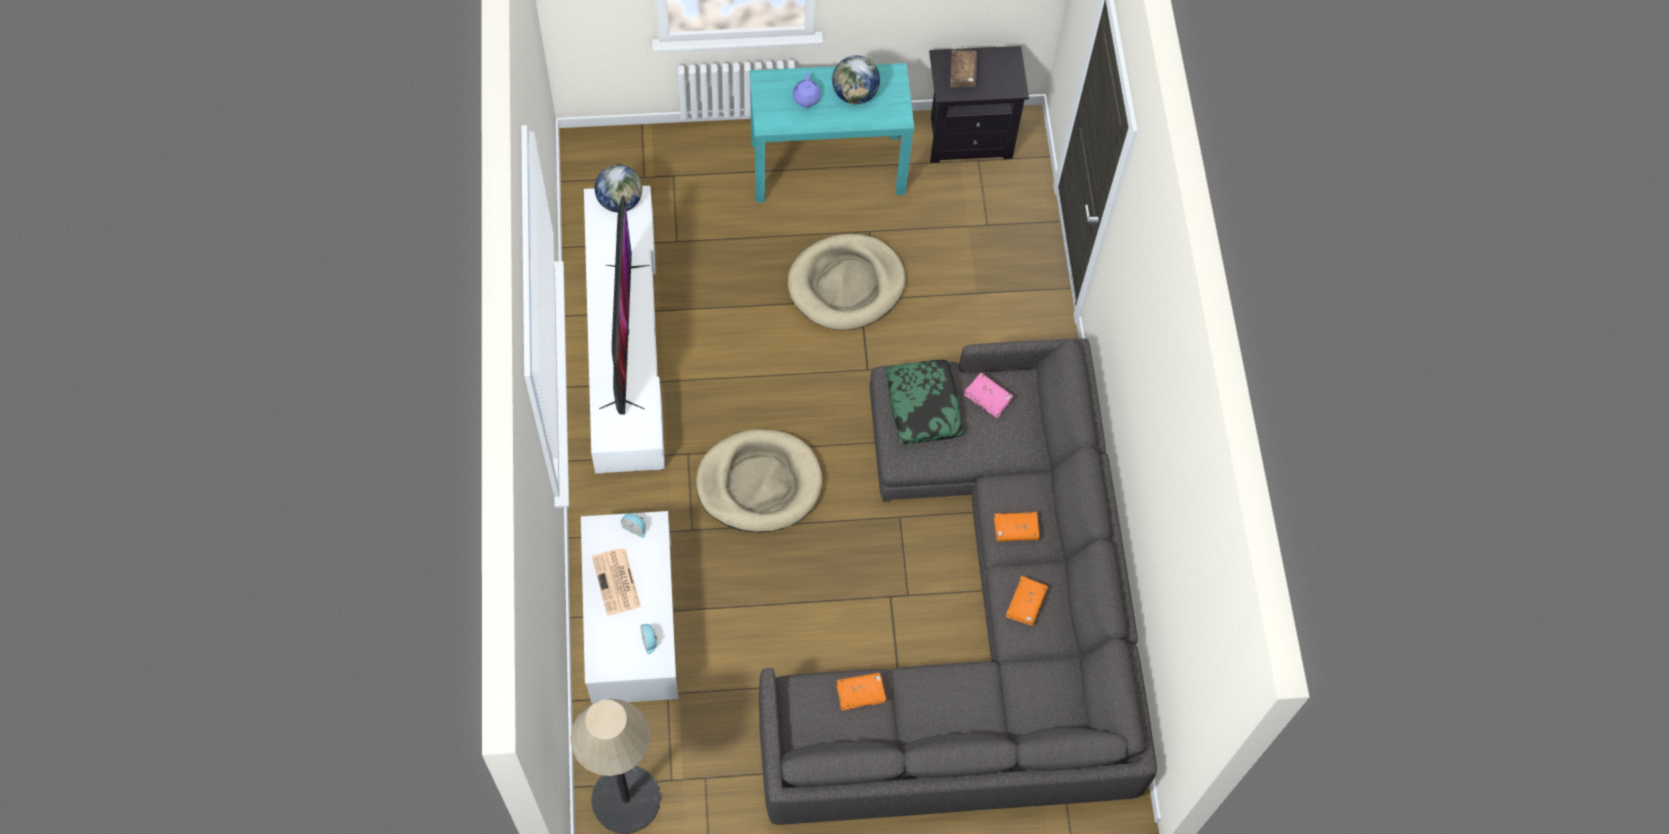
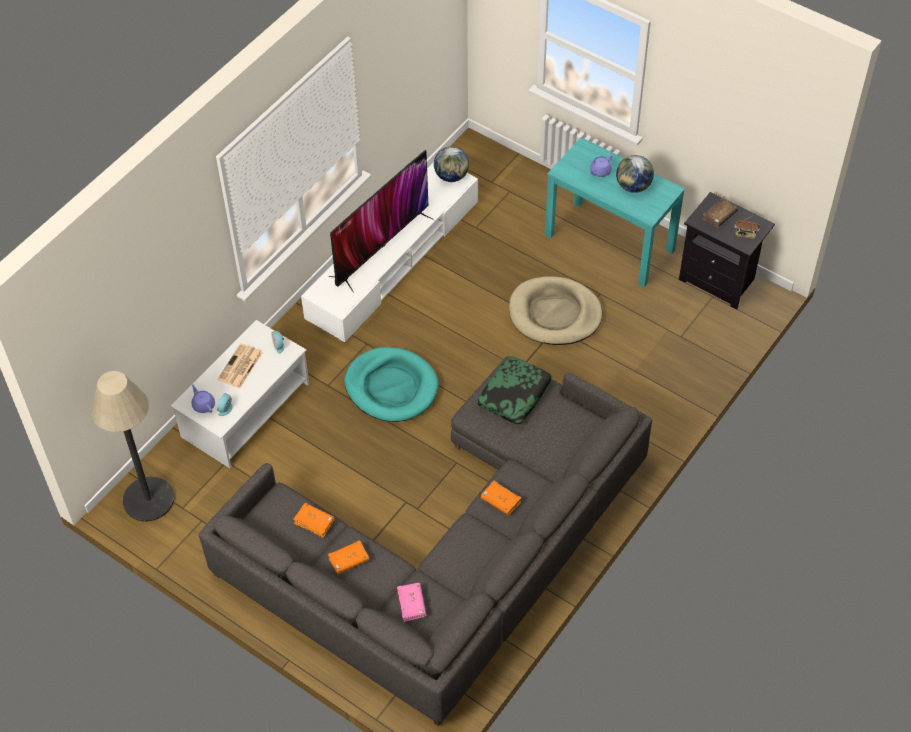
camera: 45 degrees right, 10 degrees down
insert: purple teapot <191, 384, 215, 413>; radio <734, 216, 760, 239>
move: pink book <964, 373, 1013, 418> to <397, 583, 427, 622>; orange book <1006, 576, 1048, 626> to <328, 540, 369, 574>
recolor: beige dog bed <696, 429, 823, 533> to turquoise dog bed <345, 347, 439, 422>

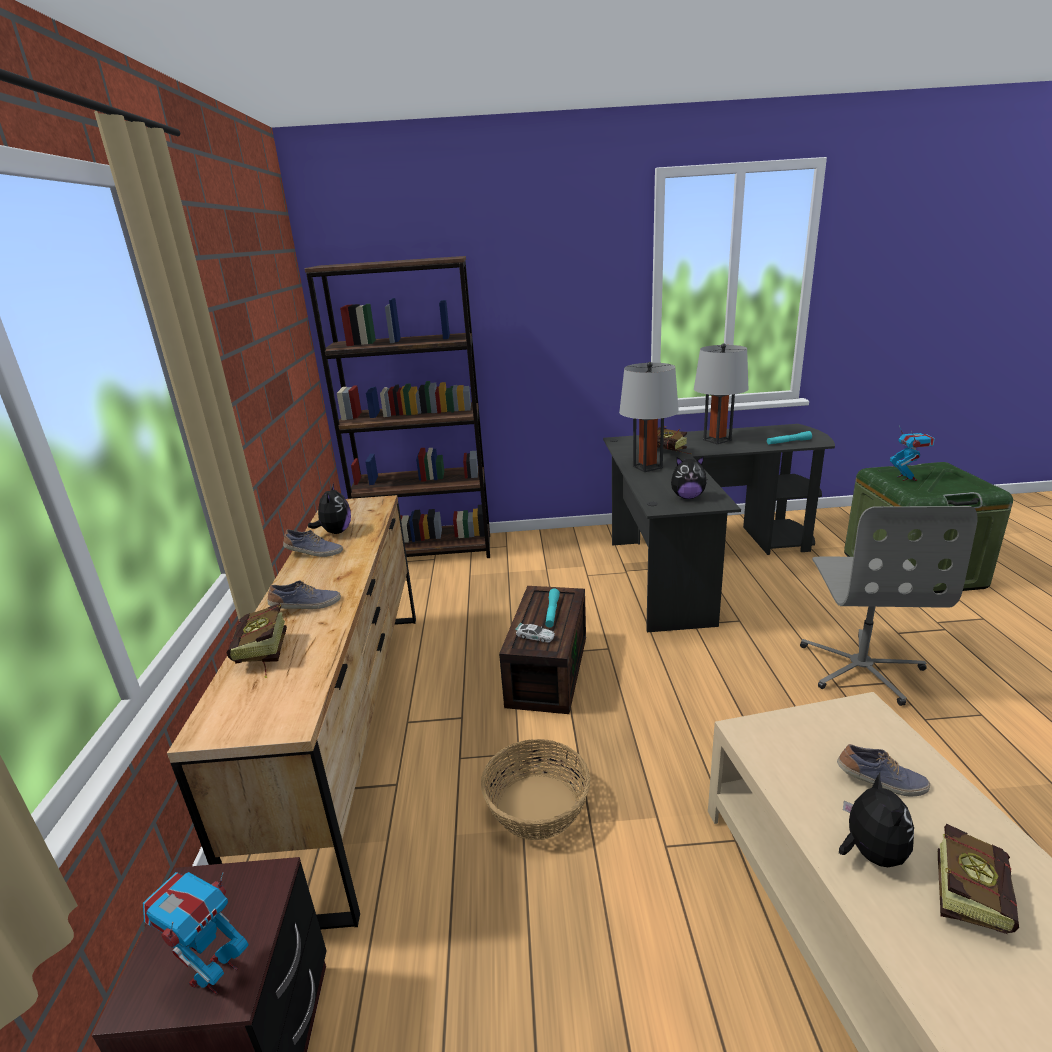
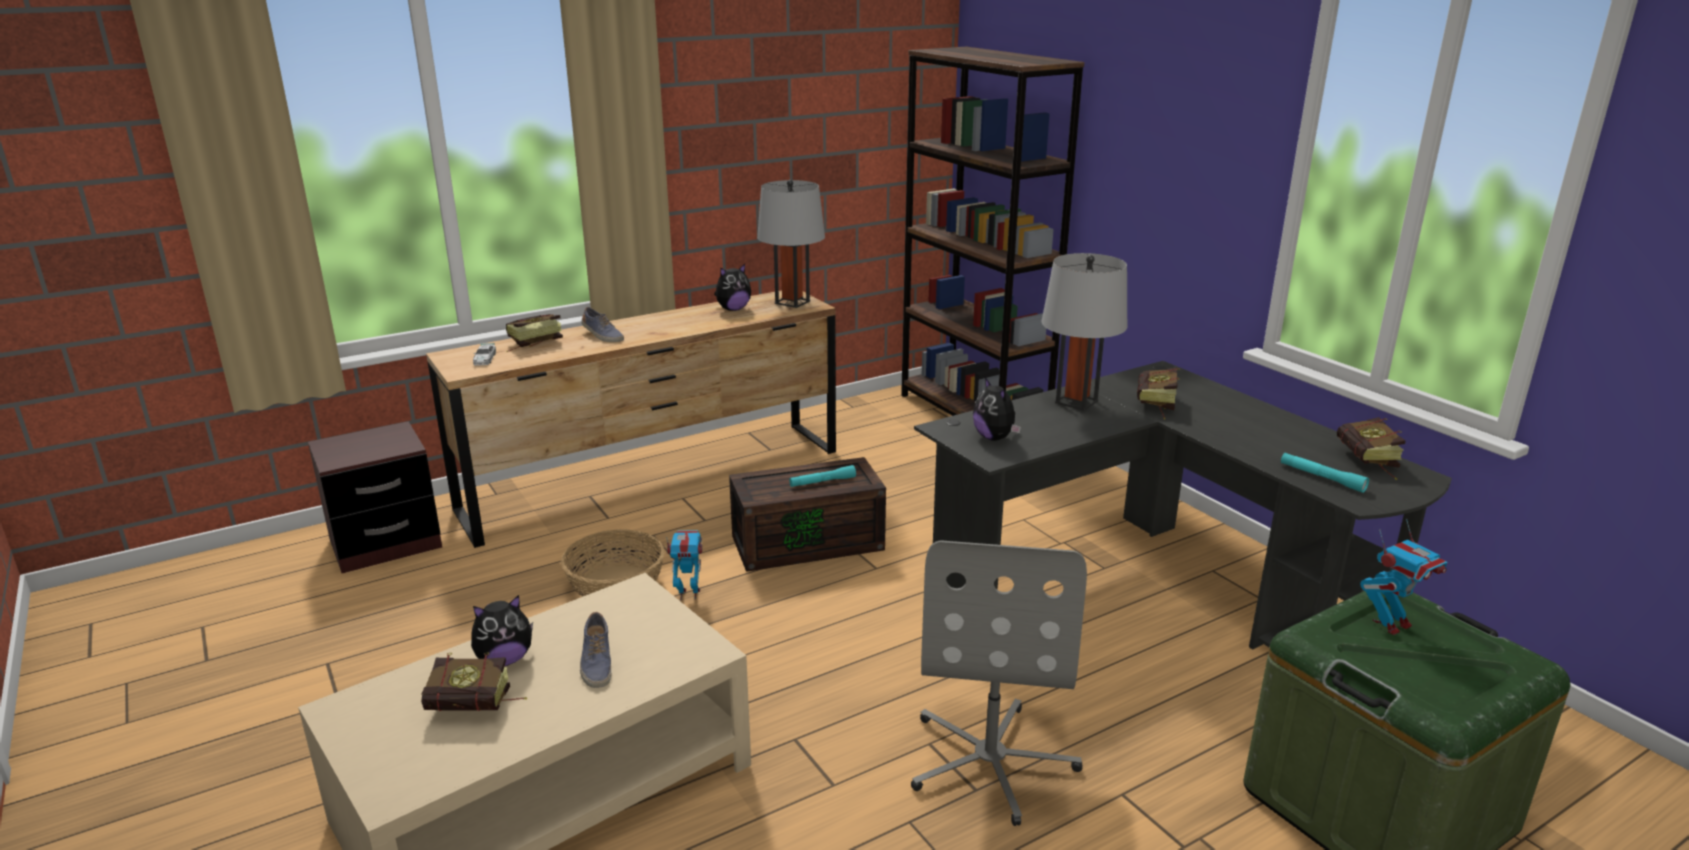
camera: 60 degrees right, 0 degrees up
delete: shoe <283, 529, 343, 557>
insert: book <1337, 417, 1405, 480>
move: toy robot <143, 872, 249, 994> to <666, 530, 702, 600>; toy car <515, 623, 555, 643> to <473, 343, 496, 365>; grey table lamp <694, 343, 749, 444> to <757, 180, 825, 308>
rotate: grey office chair <800, 506, 978, 706> = <911, 540, 1087, 826> 60 degrees counterclockwise

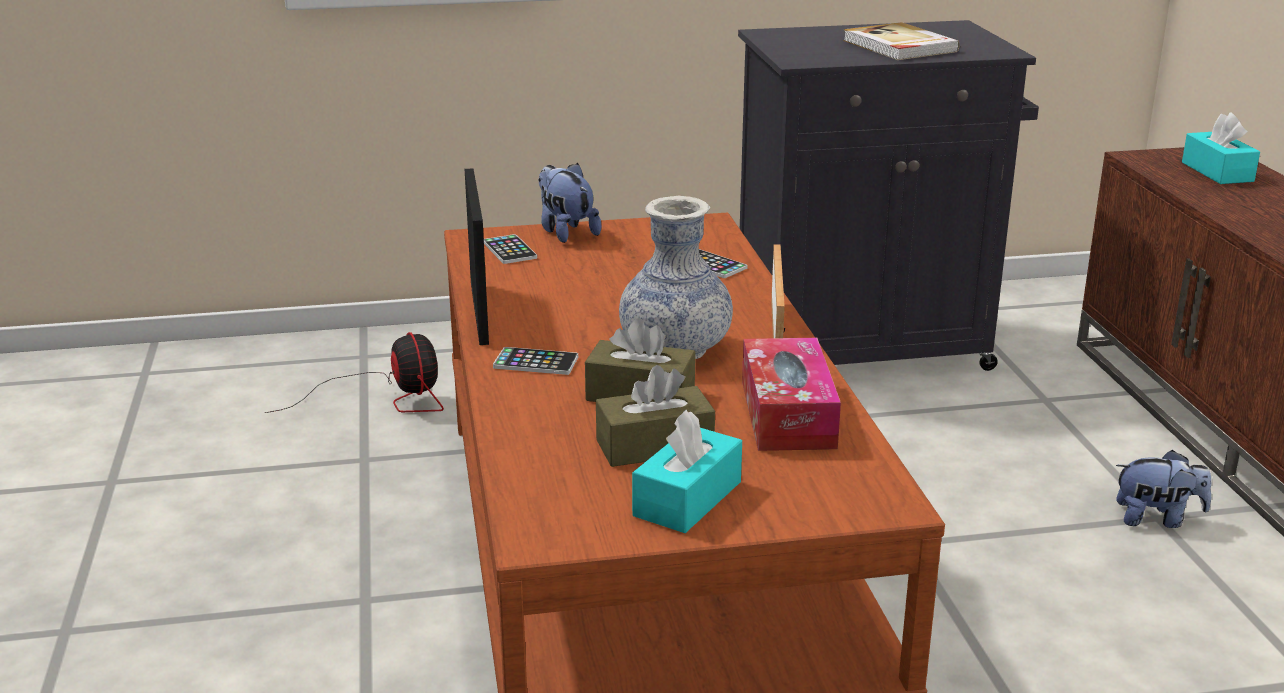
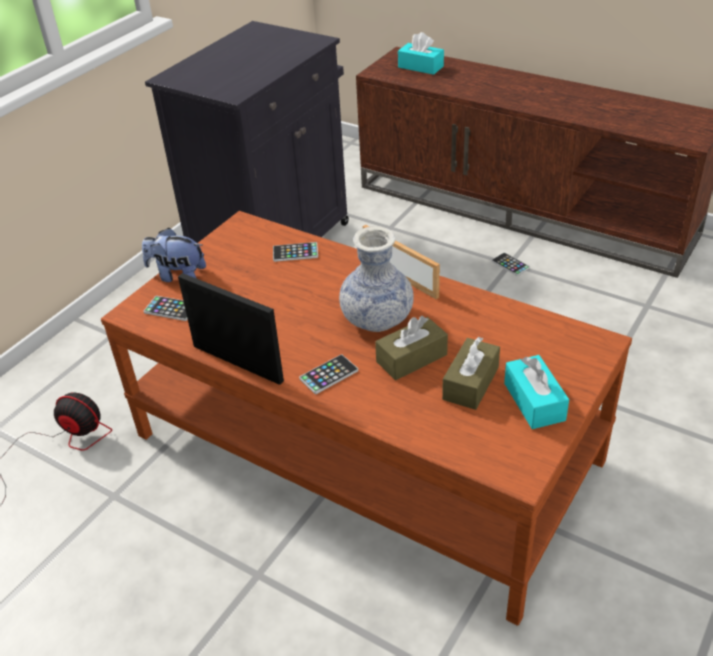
camera: 45 degrees left, 15 degrees up
delete: tissue box <742, 338, 841, 451>; book <843, 22, 960, 60>
replace: plush toy <1116, 450, 1211, 528> to phone <491, 252, 530, 276>

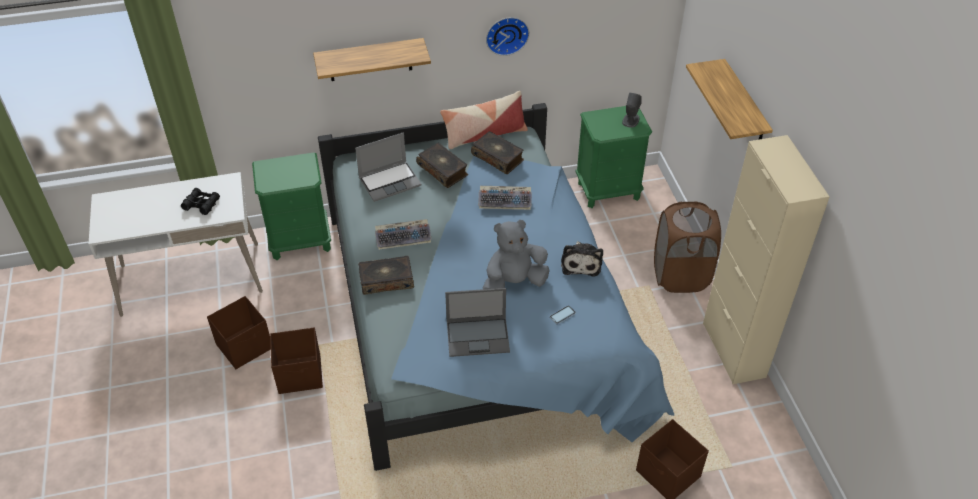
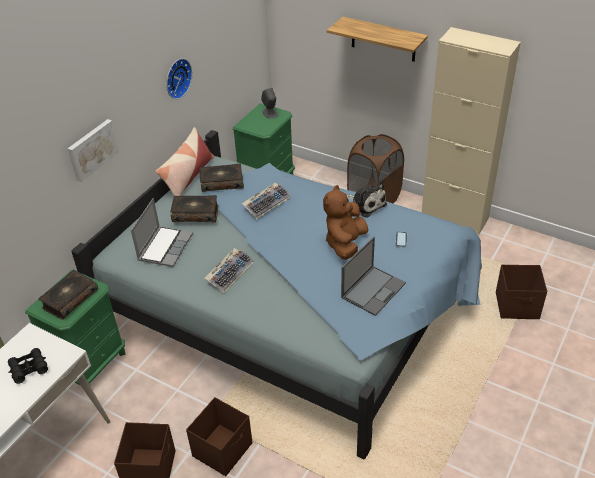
camera: 45 degrees left, 5 degrees down
move: book <358, 256, 414, 295> to <39, 270, 98, 320>
replace: shelf <313, 38, 431, 81> to picture <67, 119, 119, 182>
recolor: grey plush toy <483, 219, 550, 289> to brown plush toy <323, 185, 368, 260>

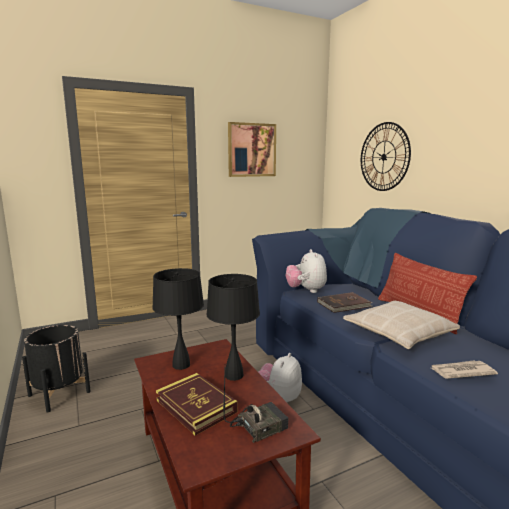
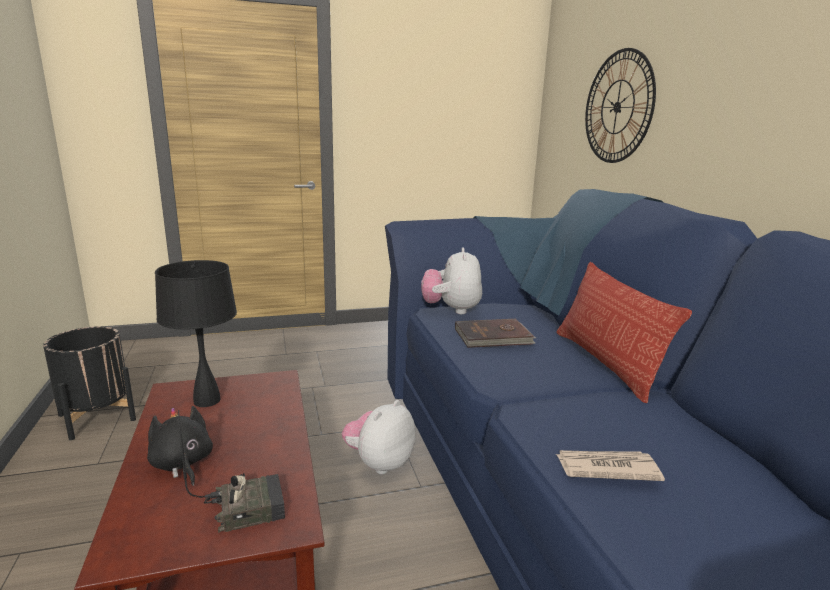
camera: 10 degrees right, 5 degrees up
delete: black table lamp <207, 274, 260, 381>; picture <228, 122, 276, 177>; beige pillow <343, 301, 460, 349>
replace: book <156, 373, 238, 436> to black plush toy <147, 406, 213, 486>

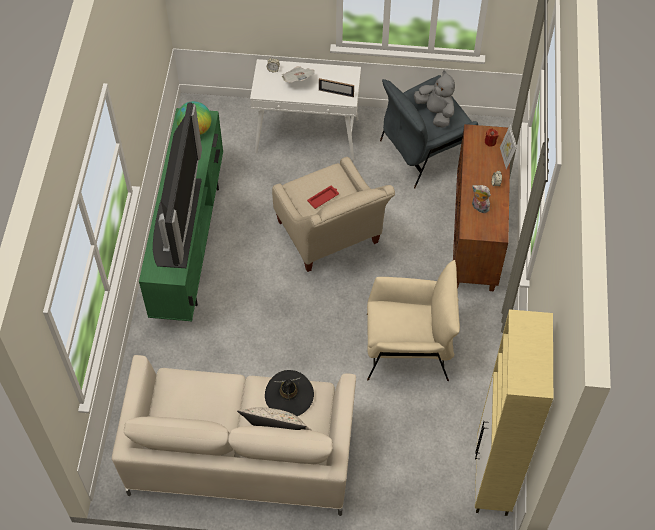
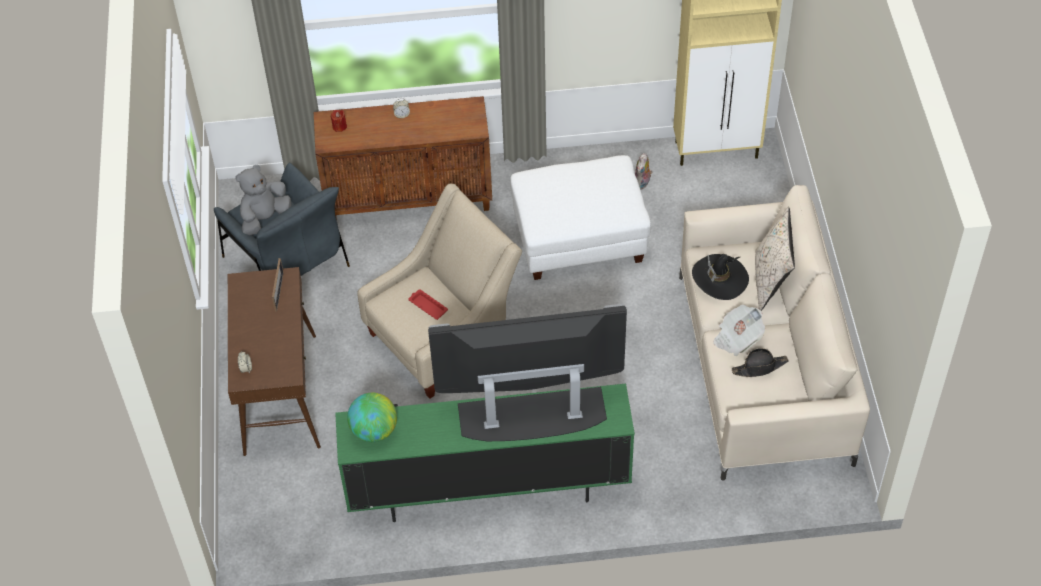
camera: 100 degrees left, 5 degrees down
delete: picture frame <500, 125, 517, 170>
insert: black hat <732, 348, 789, 377>
move: newspaper <282, 66, 315, 83> to <713, 305, 765, 356>; plush toy <472, 185, 491, 213> to <635, 153, 653, 190>
replace: beige armchair <367, 260, 460, 381> to white ottoman <510, 155, 651, 280>
recolor: white console table <250, 59, 361, 161> to brown console table <228, 267, 321, 456>

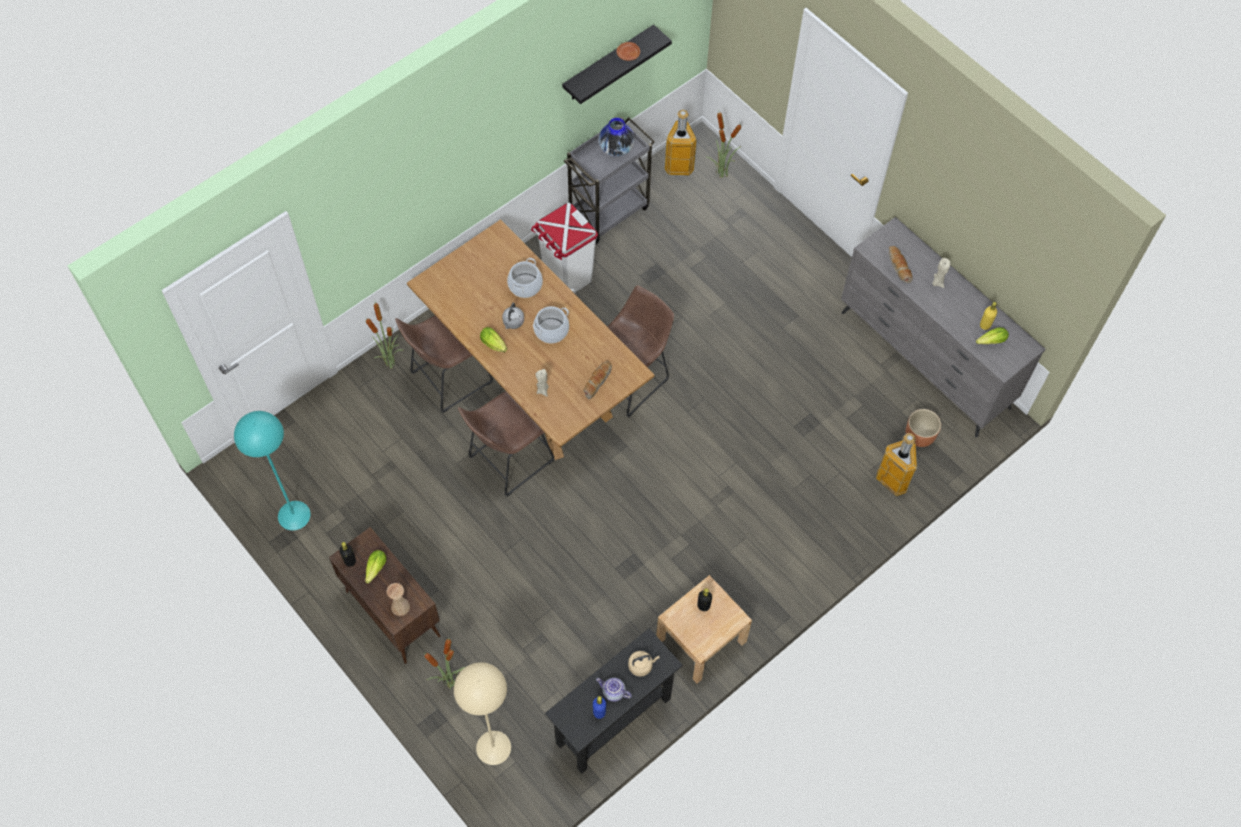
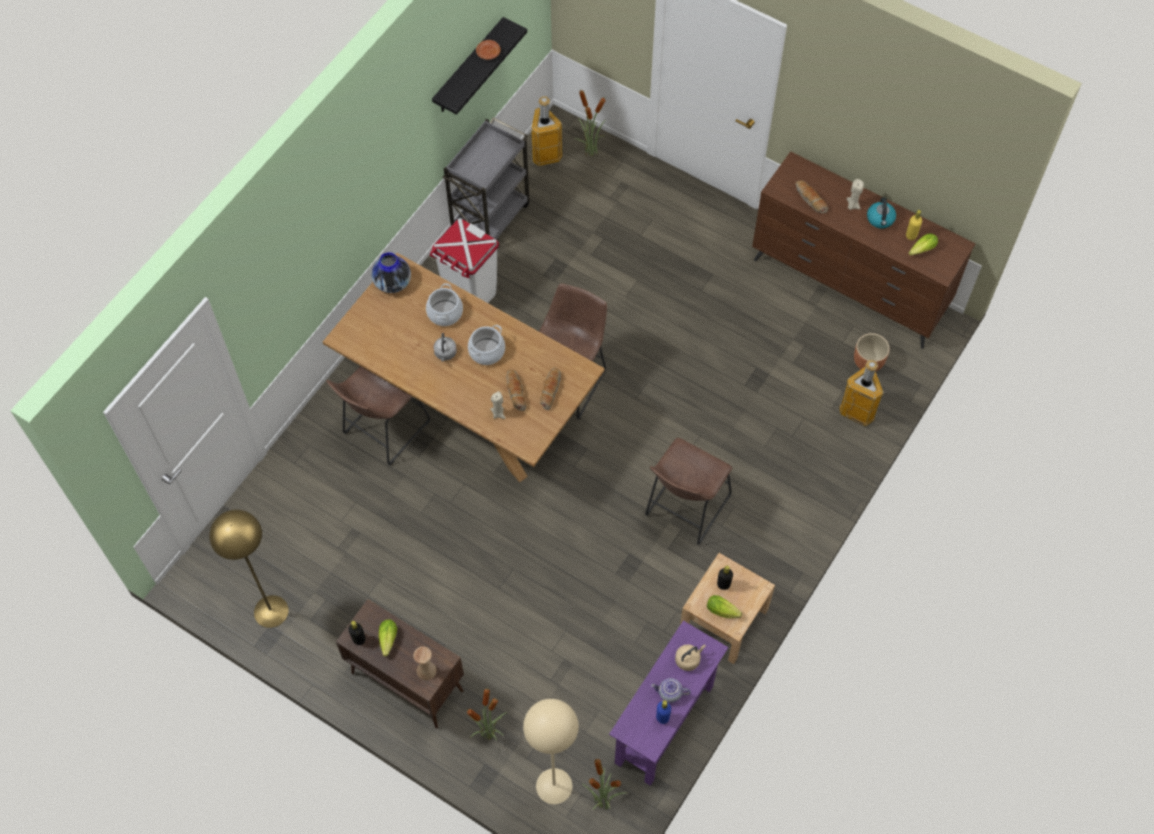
camera: 15 degrees left, 0 degrees up
insert: bread <506, 369, 526, 411>; kettle <867, 197, 896, 229>
move: potted plant <365, 299, 401, 369> to <582, 758, 627, 810>; brown stool <458, 391, 554, 497> to <645, 438, 732, 545>; lettuce <480, 327, 507, 352> to <707, 595, 742, 618>; vase <599, 118, 635, 157> to <371, 252, 411, 293>
recolor: turquoise floor lamp <234, 411, 311, 530> to yellow floor lamp <209, 510, 289, 628>; black console table <545, 628, 683, 773> to purple console table <609, 620, 728, 786>; grey dresser <841, 217, 1045, 438> to brown dresser <752, 151, 975, 349>

